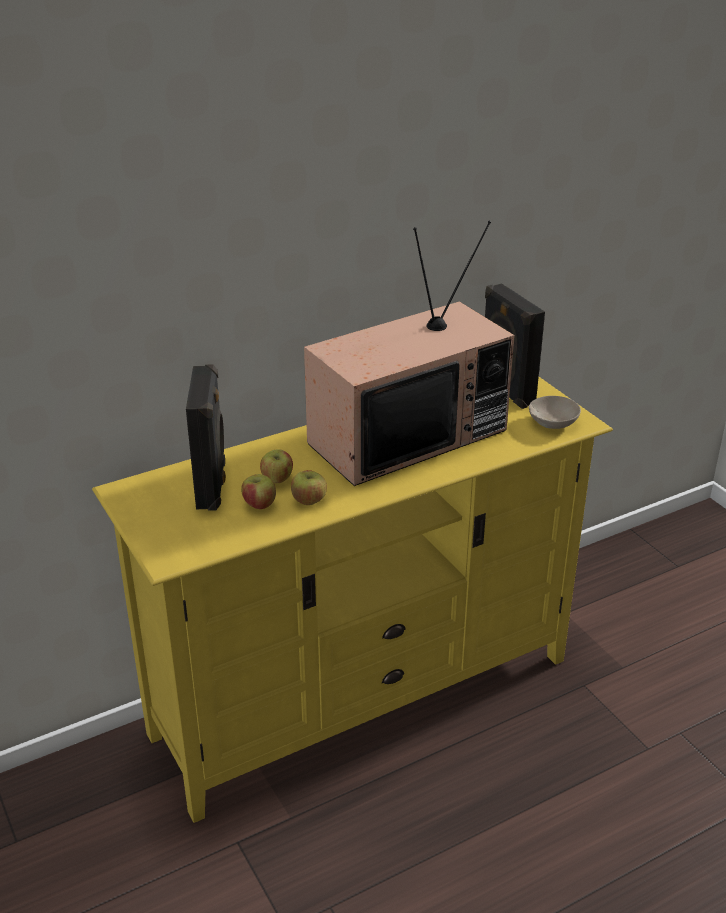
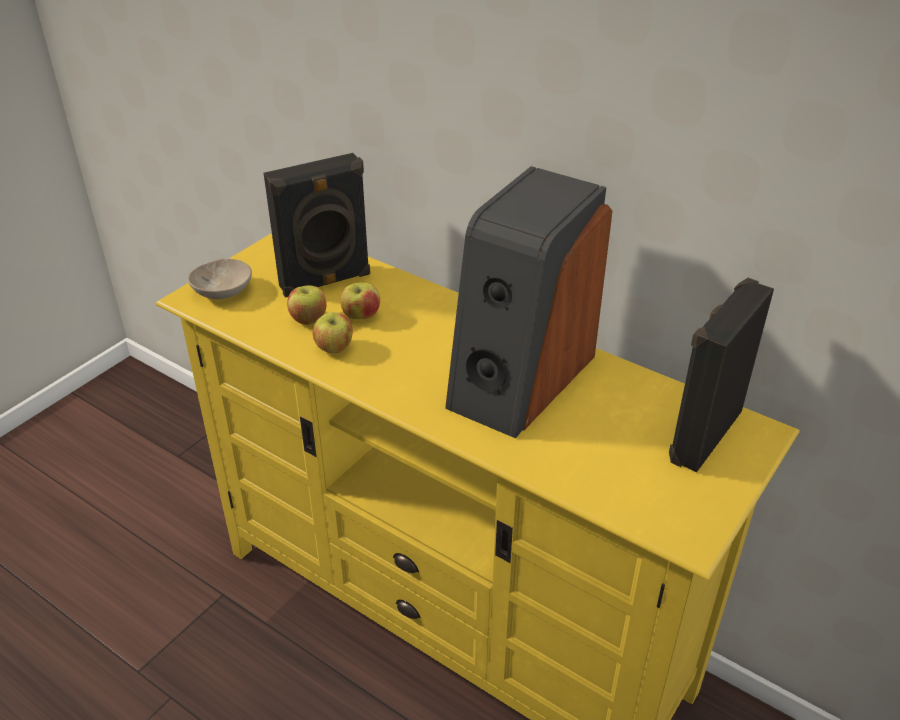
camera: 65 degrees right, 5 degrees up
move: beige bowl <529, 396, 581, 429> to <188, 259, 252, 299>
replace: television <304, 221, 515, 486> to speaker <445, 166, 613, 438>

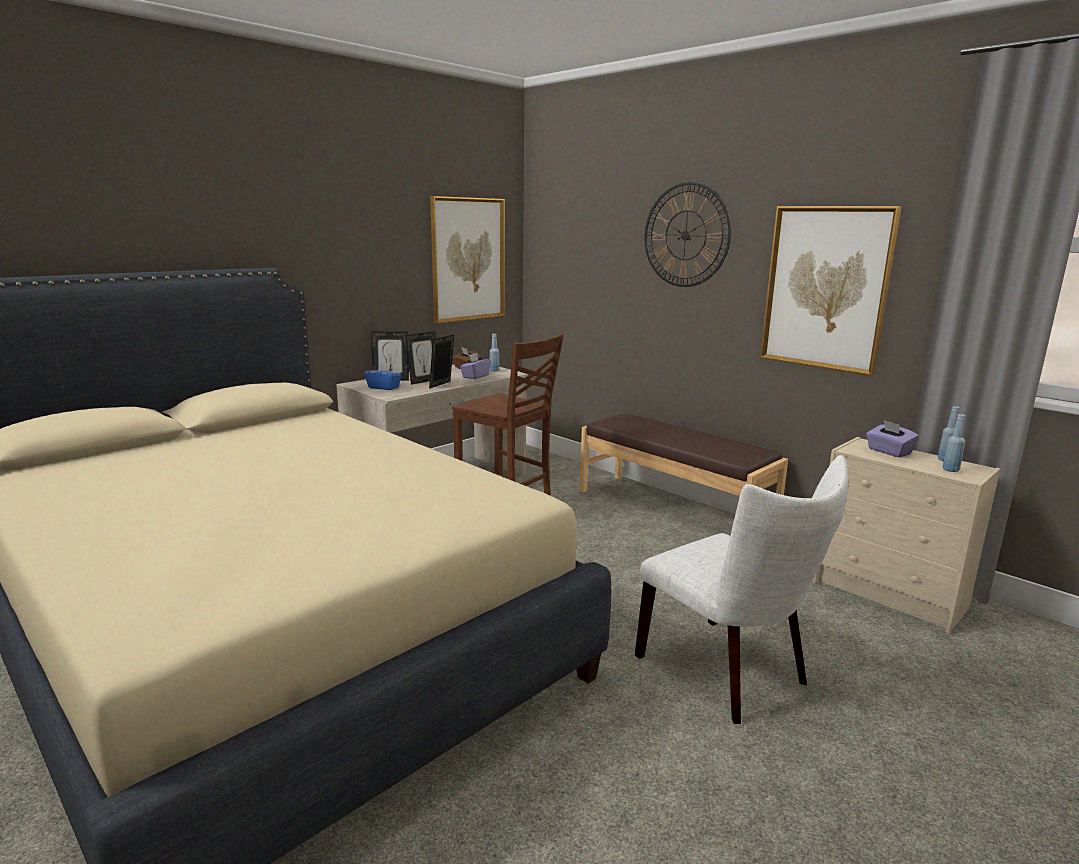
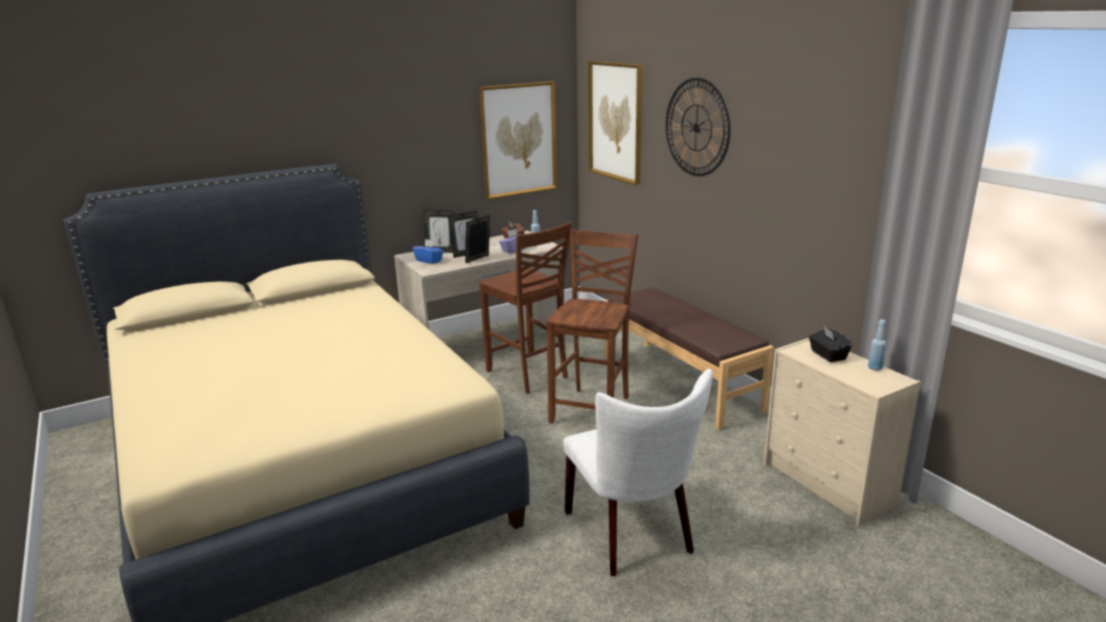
camera: 15 degrees right, 5 degrees up
delete: blue bottle <943, 414, 966, 472>
insert: brown chair <546, 229, 638, 423>
move: picture <760, 206, 902, 376> to <588, 61, 642, 185>
recolor: purple tissue box <866, 420, 919, 458> to black tissue box <809, 327, 852, 362>

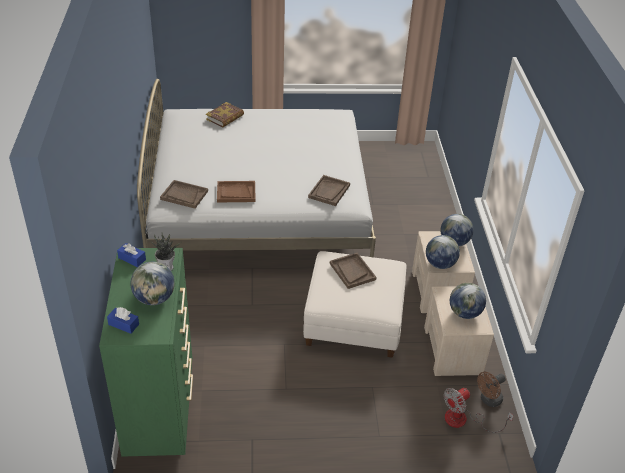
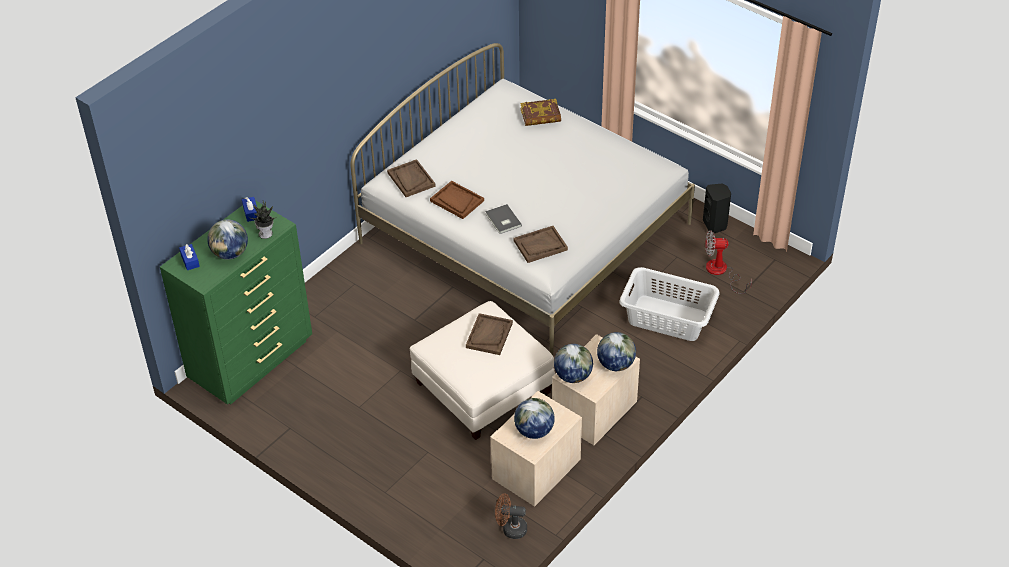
camera: 45 degrees right, 5 degrees up
insert: grey book <485, 204, 522, 234>; grey laundry basket <619, 267, 720, 341>; black speaker <703, 184, 731, 233>
move: fan <443, 388, 513, 433> to <706, 231, 752, 294>

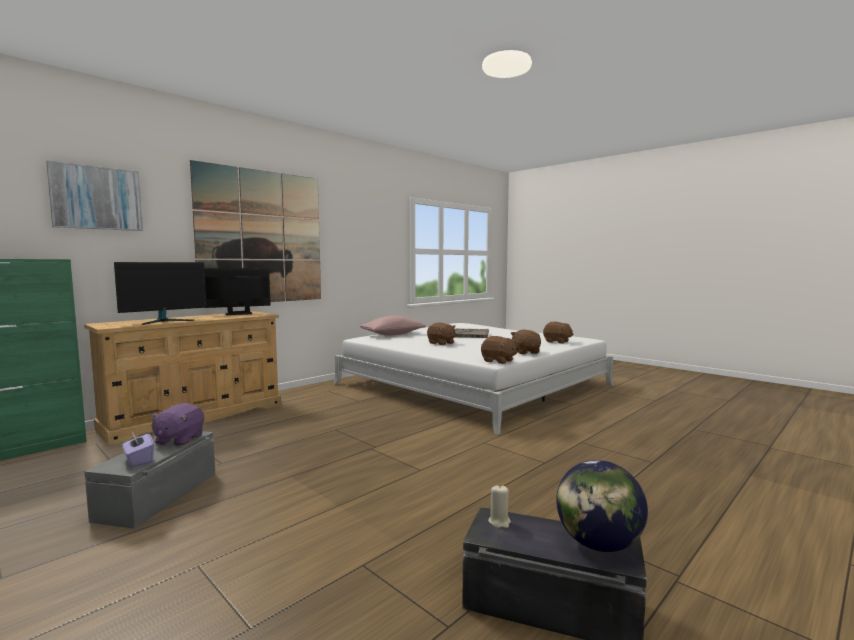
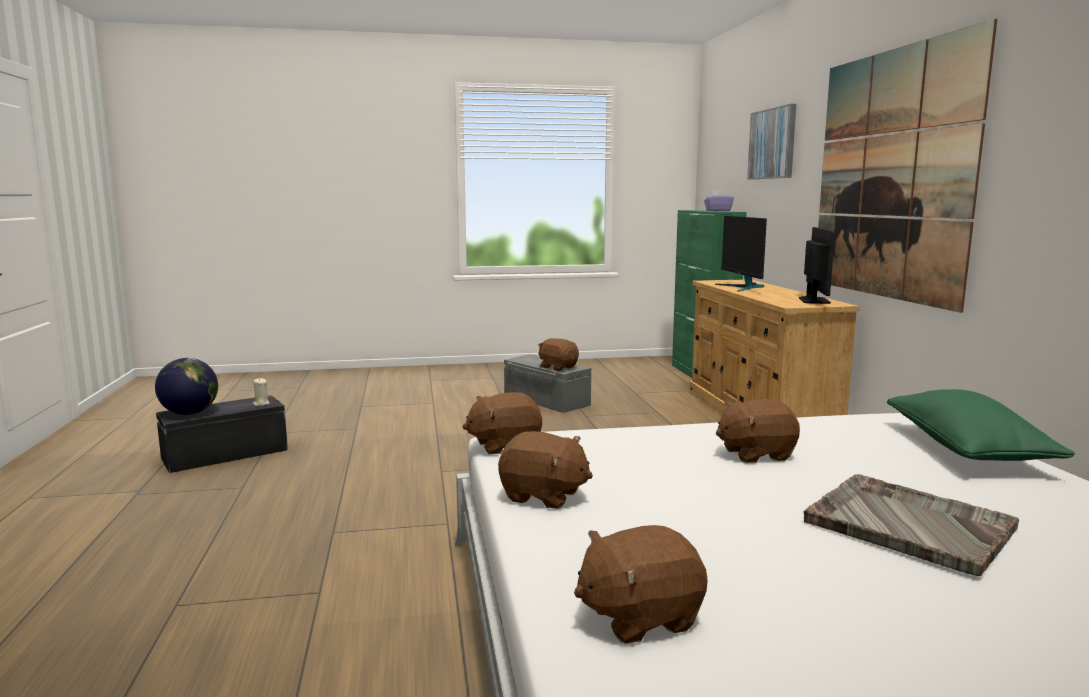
camera: 125 degrees right, 5 degrees up
move: purple tissue box <122, 431, 154, 467> to <704, 190, 734, 211>
recolor: purple plush toy <150, 403, 204, 446> to brown plush toy <538, 338, 579, 371>; pink pillow <360, 315, 426, 336> to green pillow <887, 389, 1075, 461>

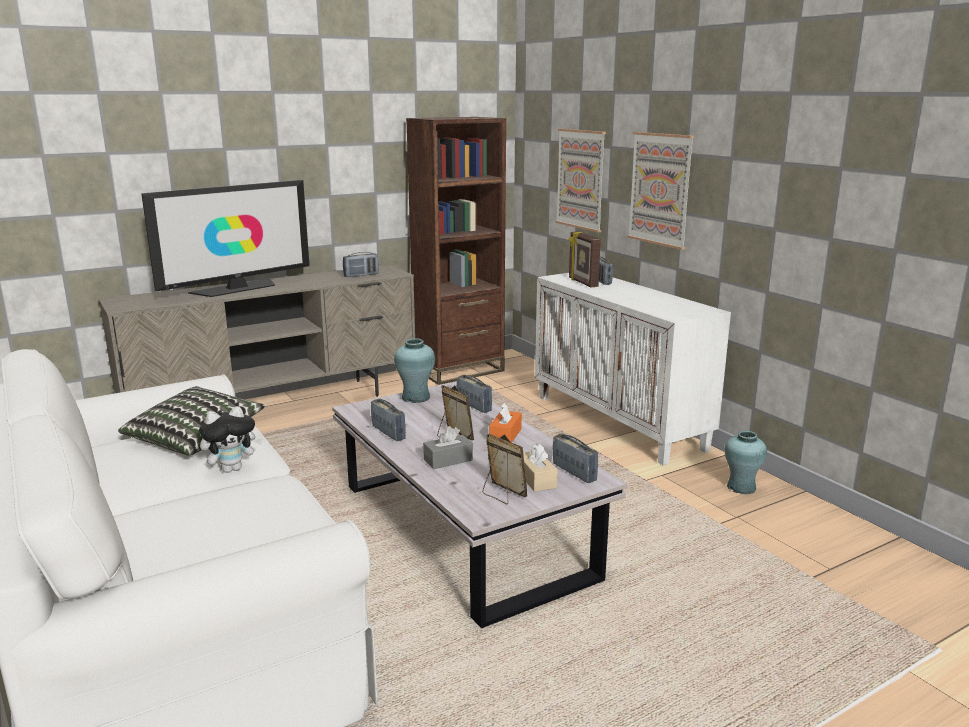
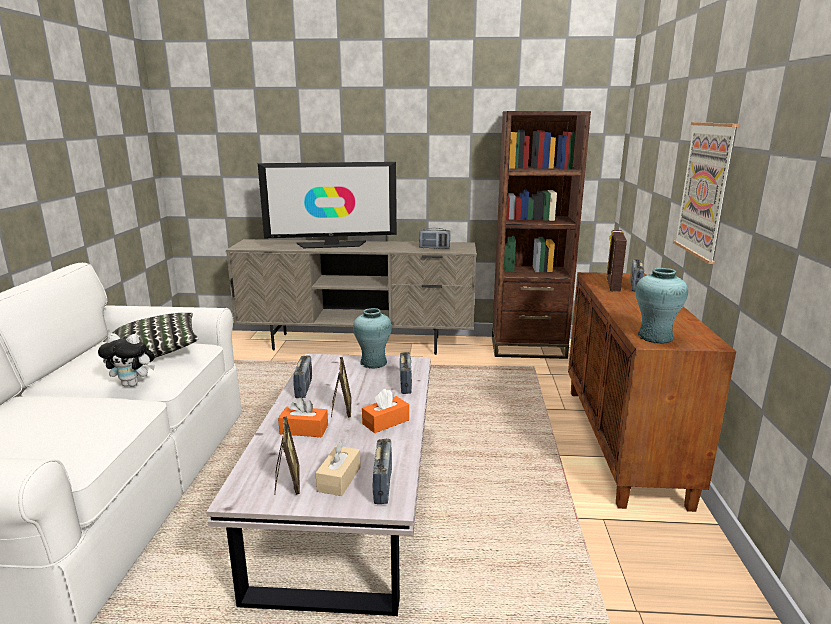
camera: 35 degrees right, 0 degrees up
delete: picture <555, 129, 606, 232>
move: turquoise vase <725, 431, 767, 494> to <636, 268, 688, 343>
recolor: grey tissue box <423, 426, 473, 469> to orange tissue box <278, 397, 328, 437>; white cabinet <535, 273, 731, 466> to brown cabinet <568, 272, 736, 512>

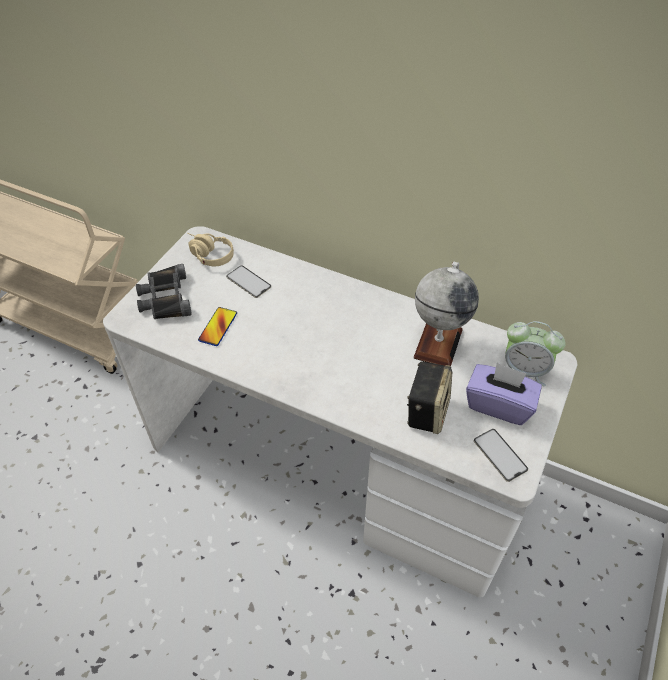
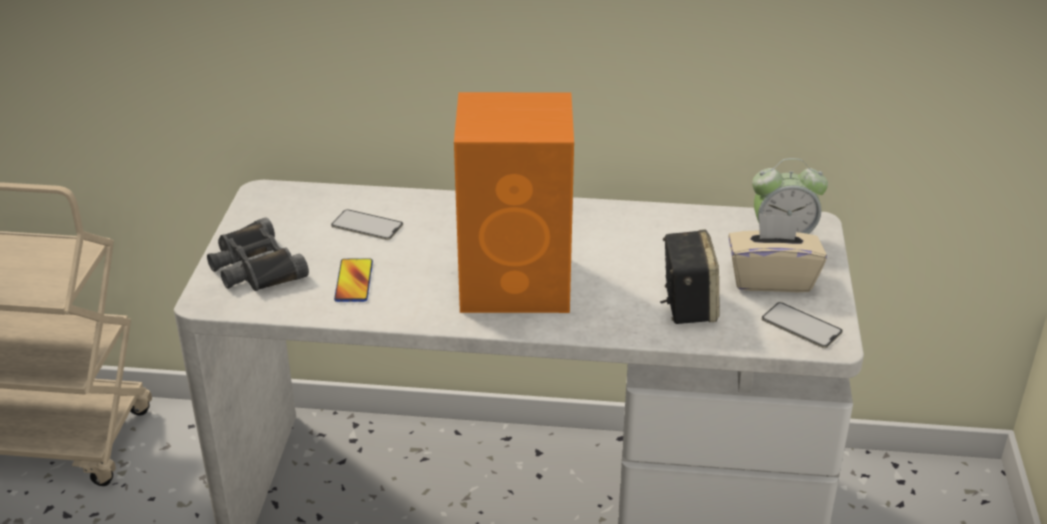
camera: 20 degrees left, 15 degrees down
delete: beige headphones <187, 233, 234, 266>; globe <413, 262, 479, 366>
insert: orange speaker <454, 92, 574, 313>
recolor: purple tissue box <466, 363, 542, 425> to beige tissue box <728, 214, 827, 292>

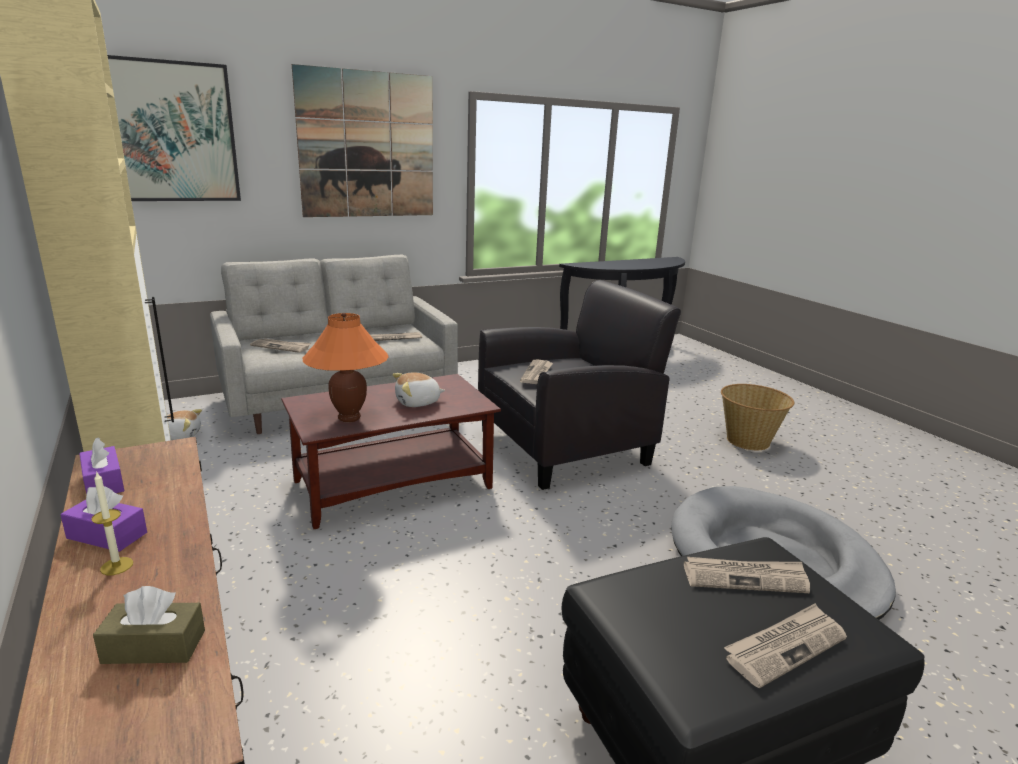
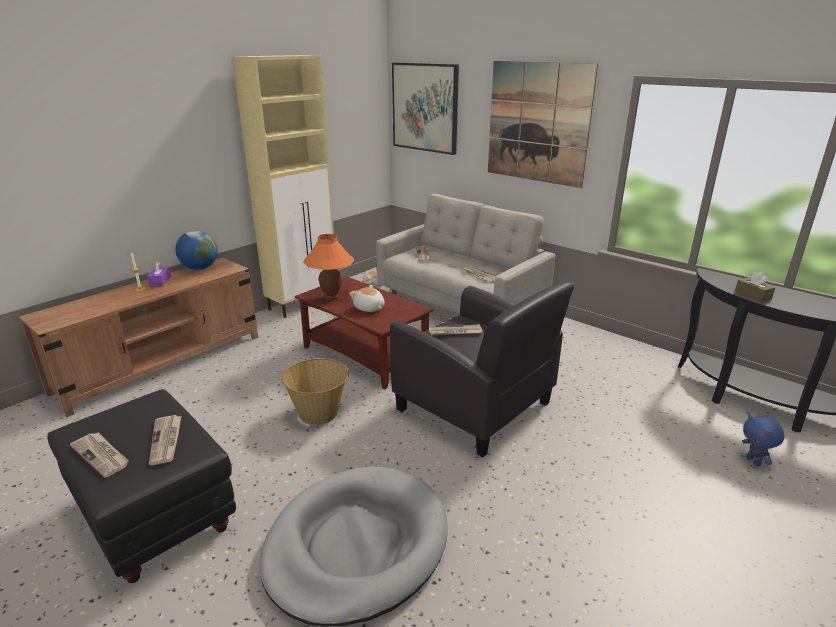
camera: 70 degrees right, 5 degrees up
insert: blue plush toy <742, 414, 785, 466>
move: brown tissue box <93, 586, 205, 664> to <735, 272, 775, 302>; basket <721, 384, 794, 450> to <282, 358, 349, 425>
replace: purple tissue box <79, 437, 124, 494> to globe <175, 231, 218, 270>

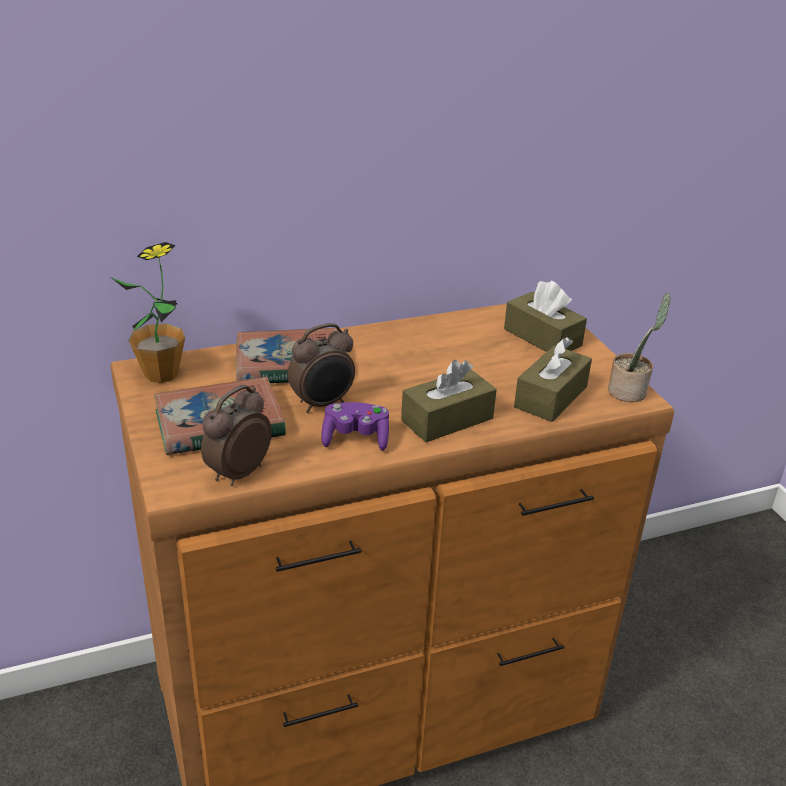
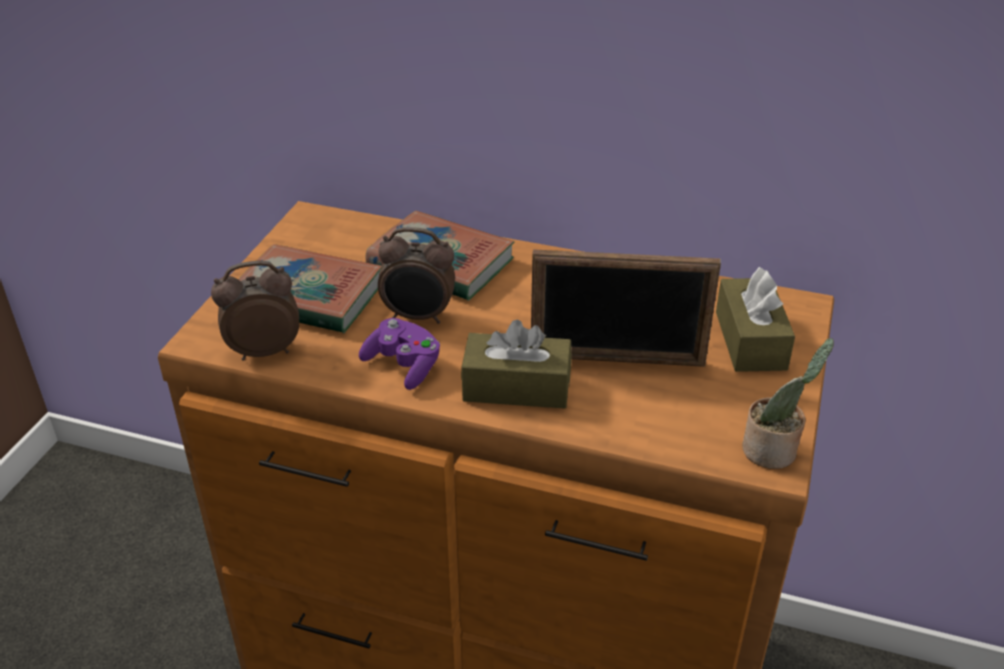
camera: 40 degrees right, 5 degrees up
delete: potted plant <109, 242, 185, 383>; brown tissue box <514, 337, 592, 422>
insert: picture frame <531, 249, 721, 367>

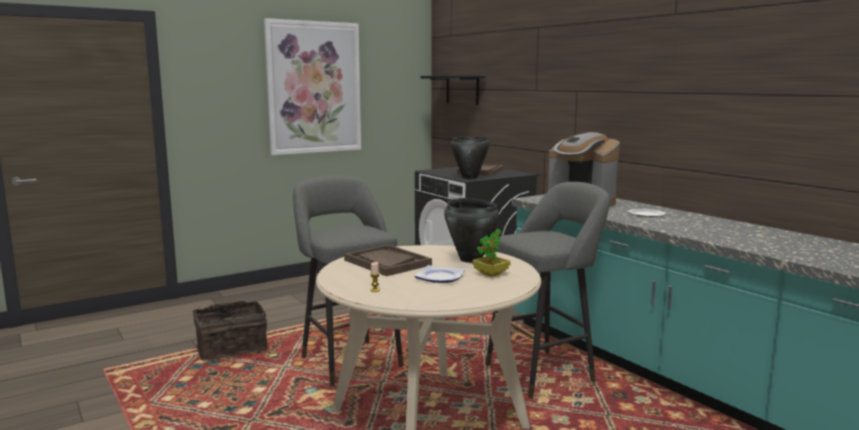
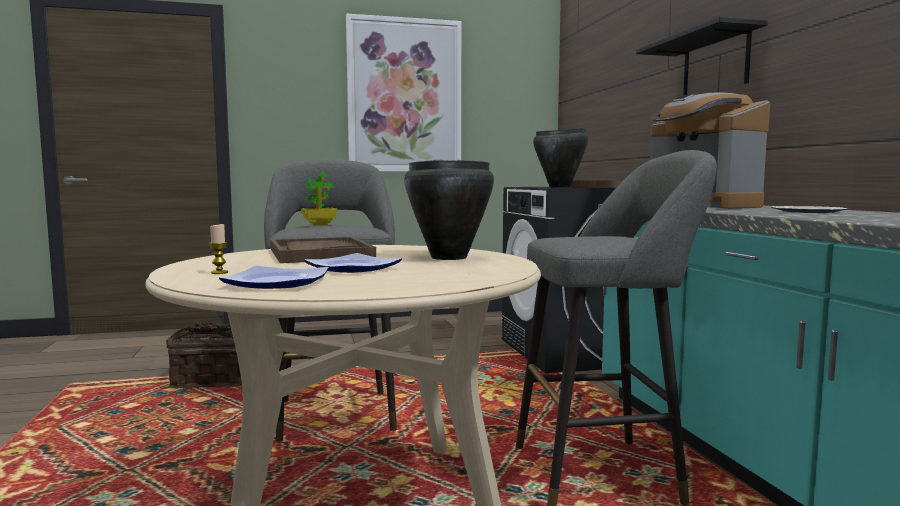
camera: 20 degrees right, 5 degrees down
insert: plate <219, 266, 329, 289>
move: black shelf <420, 75, 486, 105> to <636, 17, 768, 95>; potted plant <473, 229, 510, 277> to <301, 172, 338, 225>

